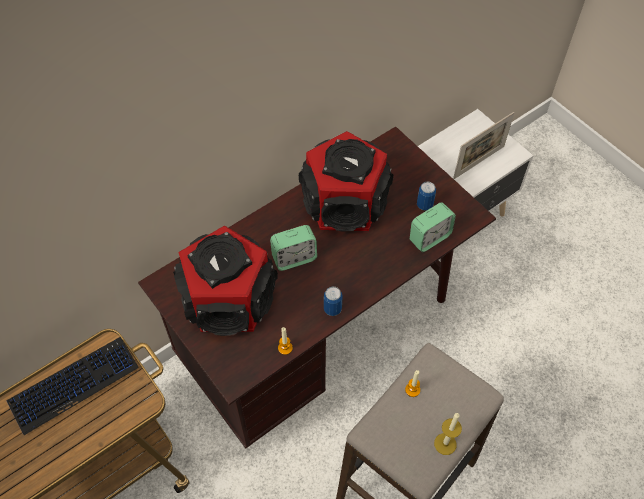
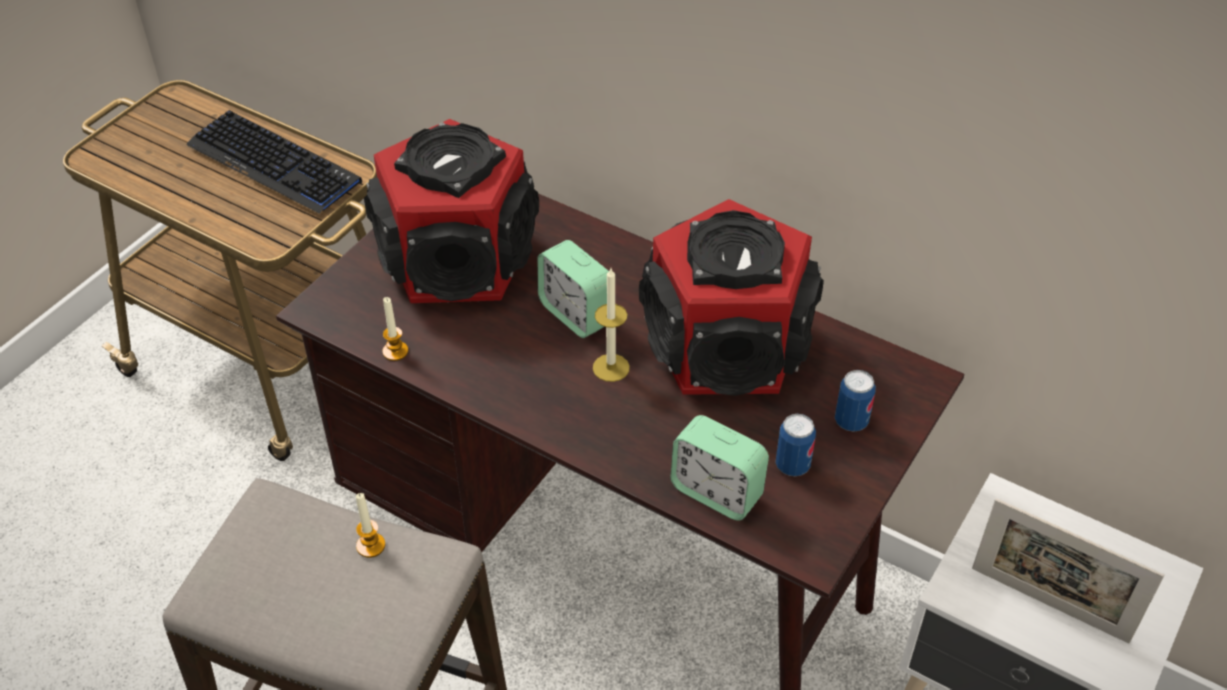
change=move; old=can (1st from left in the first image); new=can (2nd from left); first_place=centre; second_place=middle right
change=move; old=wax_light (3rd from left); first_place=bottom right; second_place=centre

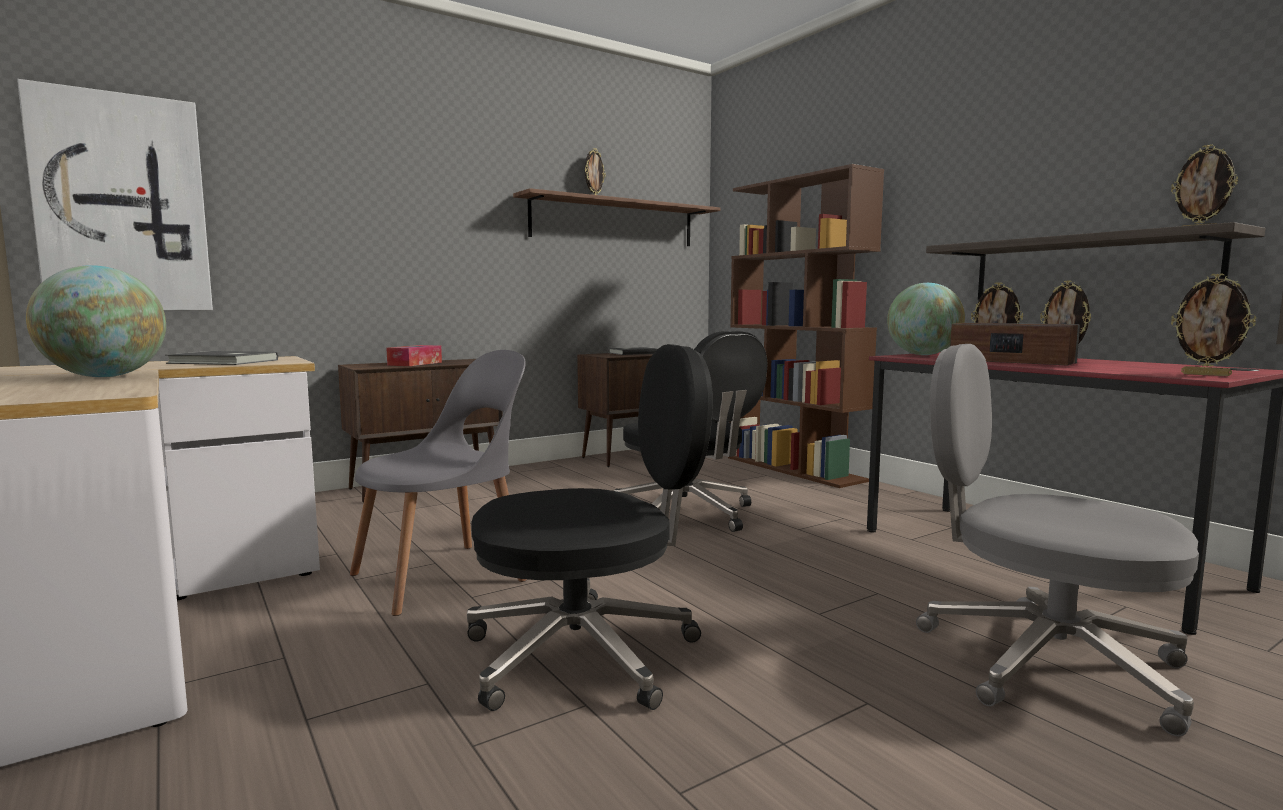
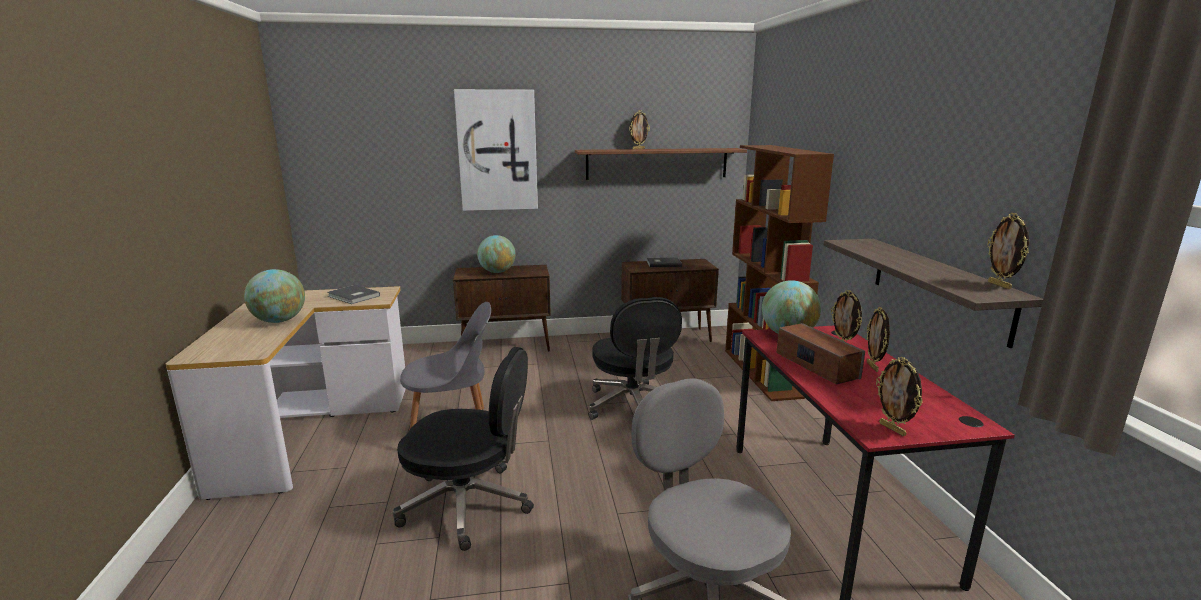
change=move; old=wall_art; first_place=top left; second_place=top centre
change=replace; old=tissue_holder; new=world_globe (2nd from left); first_place=middle left; second_place=centre

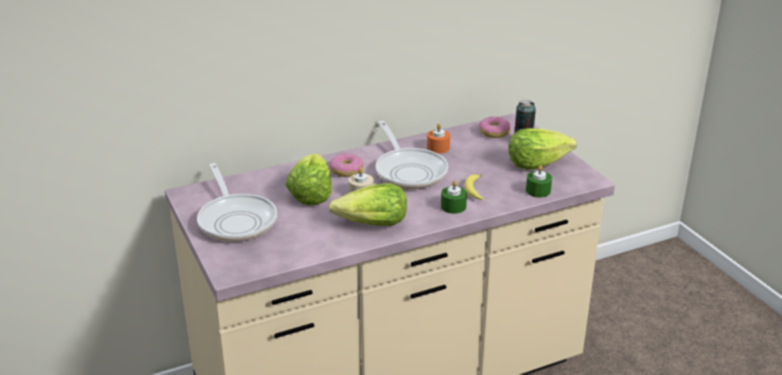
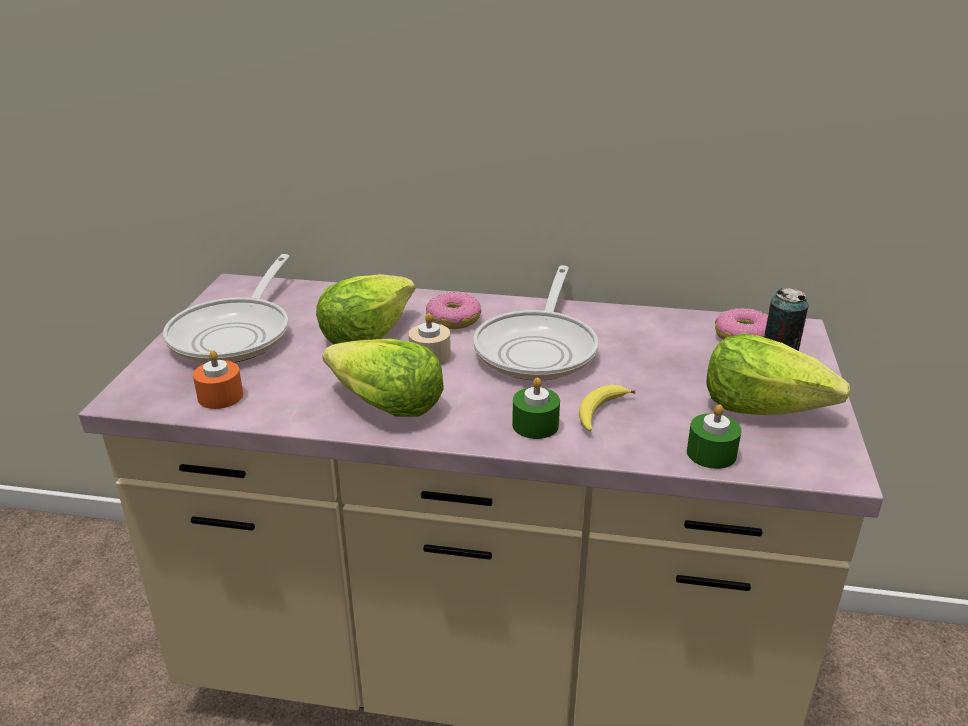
change=move; old=orangey_wax_light; first_place=centre; second_place=middle left

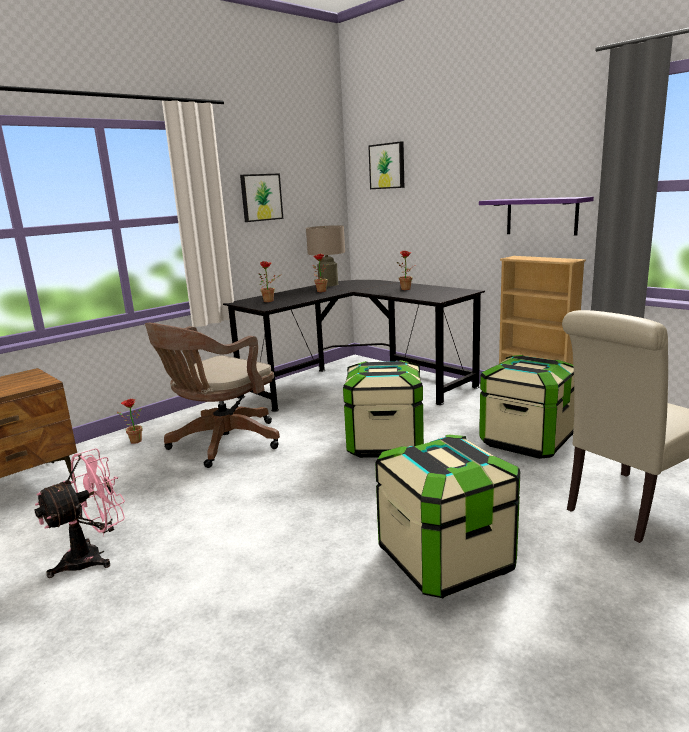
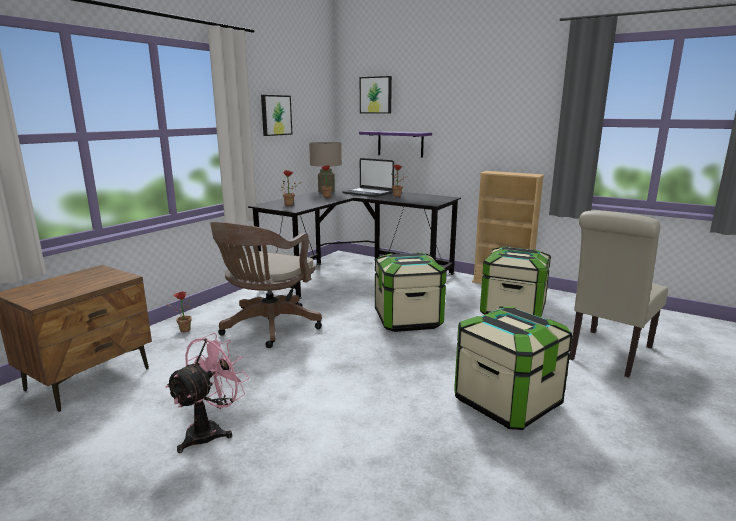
change=move; old=purple_wall_shelf; first_place=top right; second_place=top centre
change=insert; new=portable_computer; second_place=centre

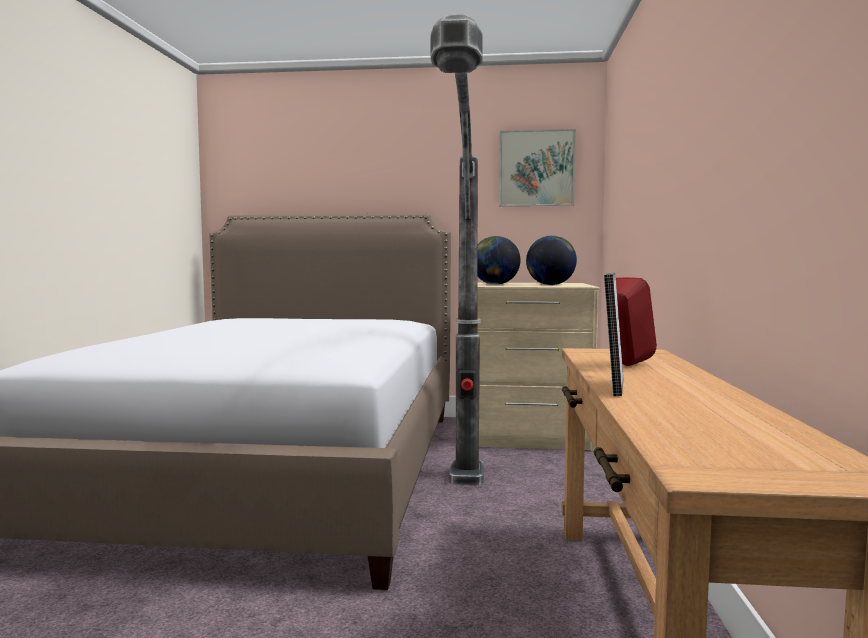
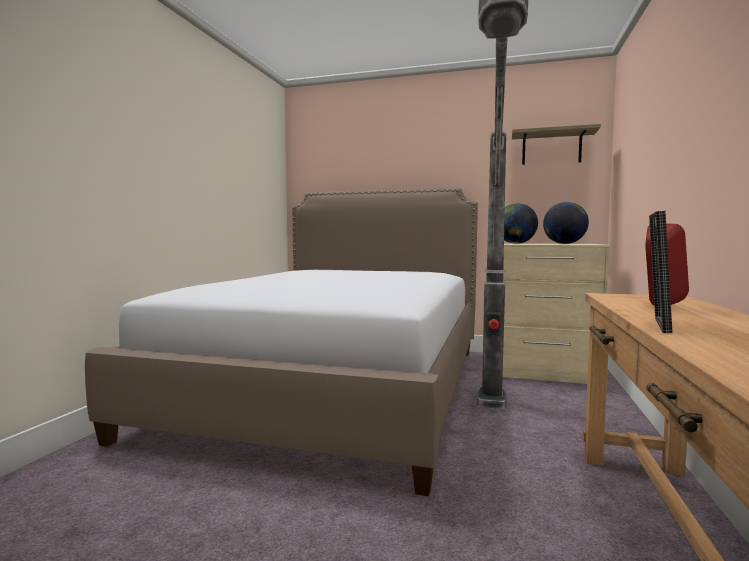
change=replace; old=wall_art; new=wall_shelf; first_place=top centre; second_place=top right

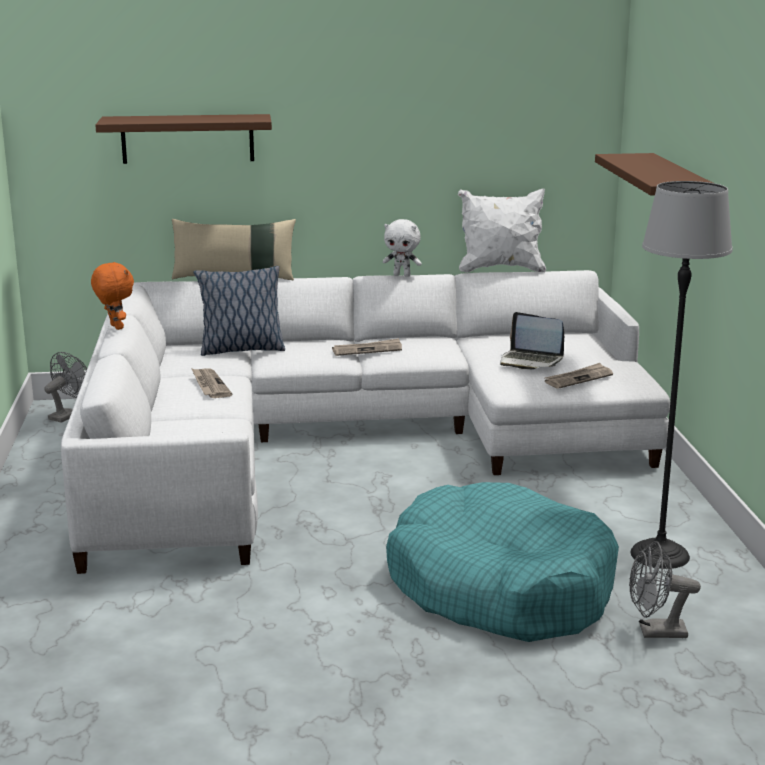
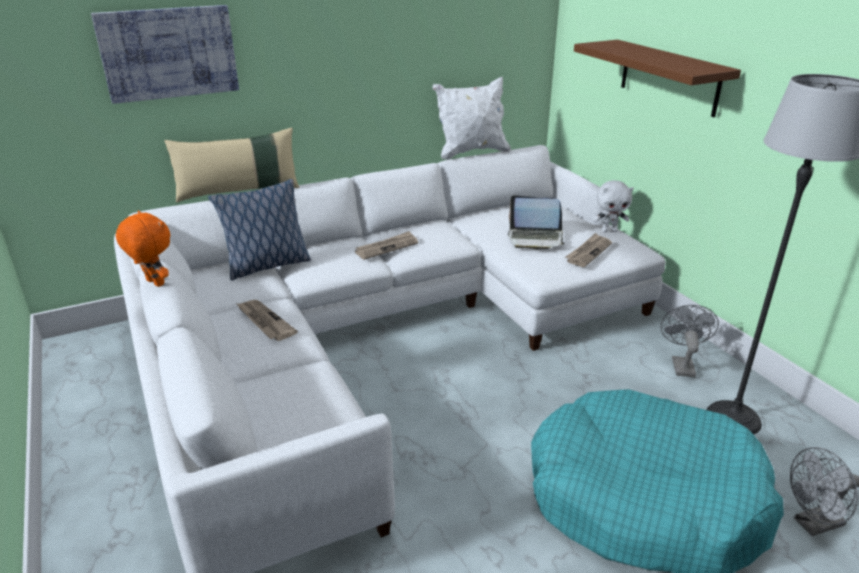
change=replace; old=brown-coloured_wall_shelf (1st from left); new=wall_art; first_place=top left; second_place=top left
change=move; old=whitish_plush_toy; first_place=top centre; second_place=middle right
change=move; old=gray_cooling_fan (1st from left); first_place=middle left; second_place=middle right

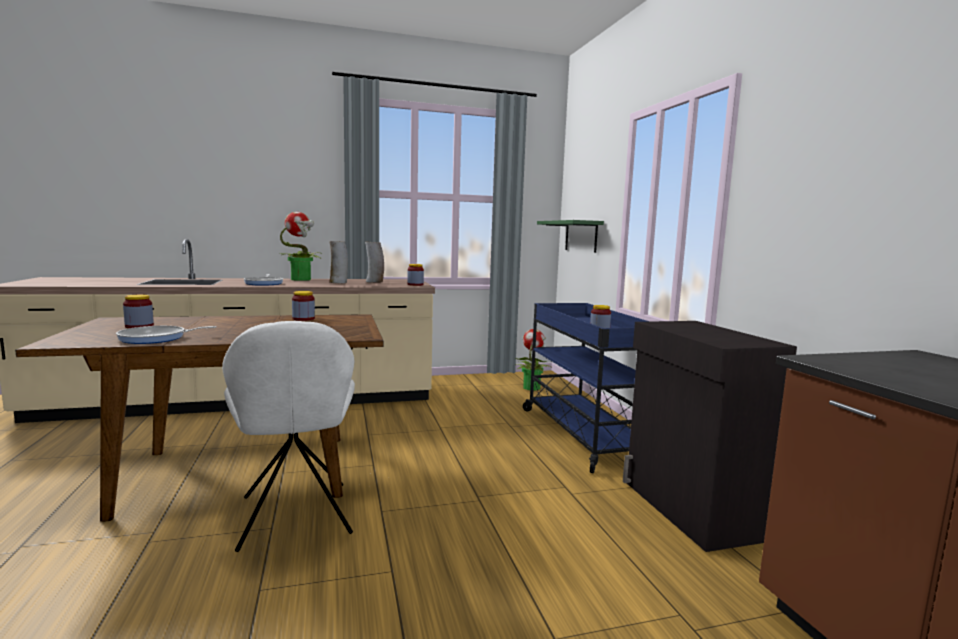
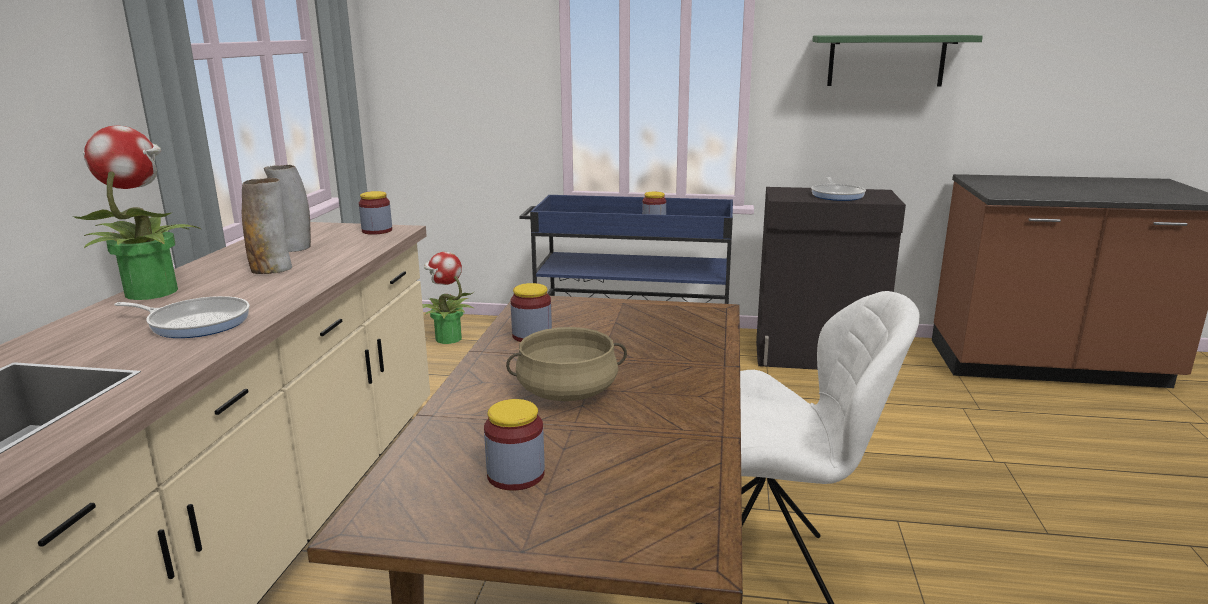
change=move; old=green_wall_shelf; first_place=centre; second_place=top right
change=move; old=skillet (1st from left in the first image); new=skillet (2nd from left); first_place=middle left; second_place=top right
change=insert; new=beige_cooking_pot; second_place=centre

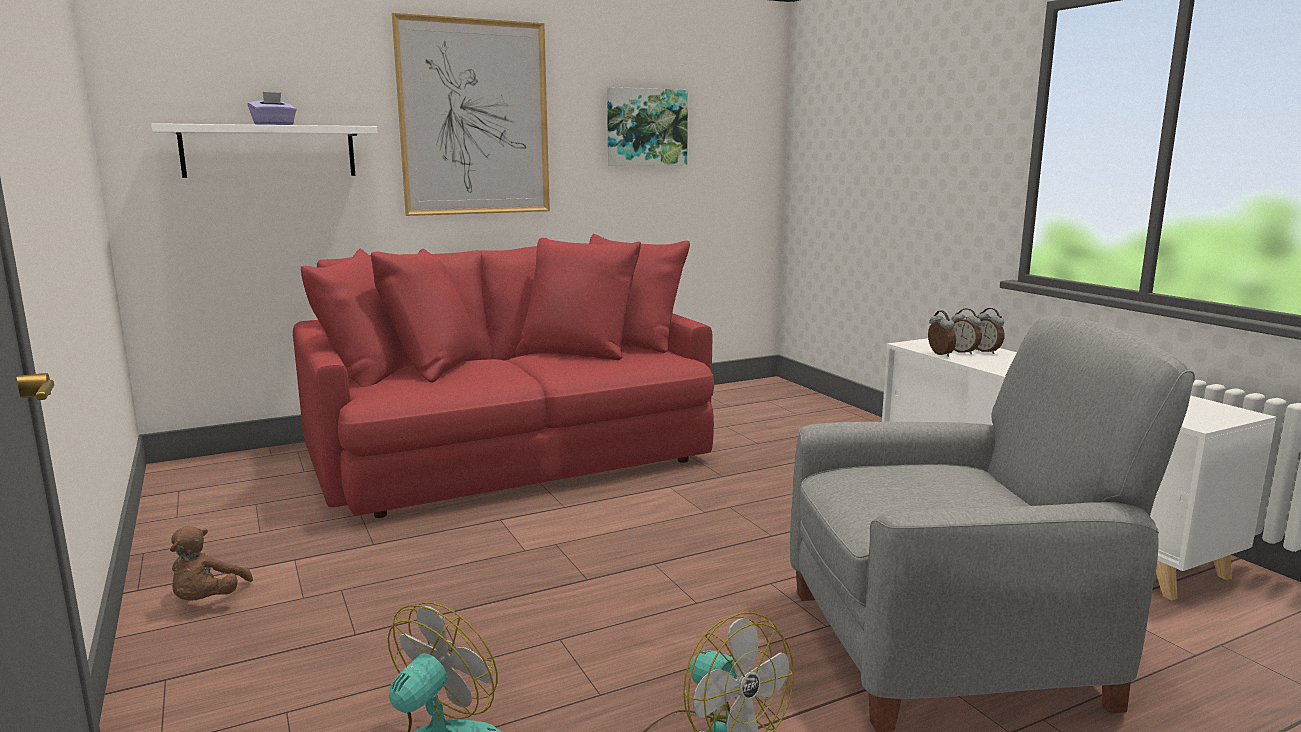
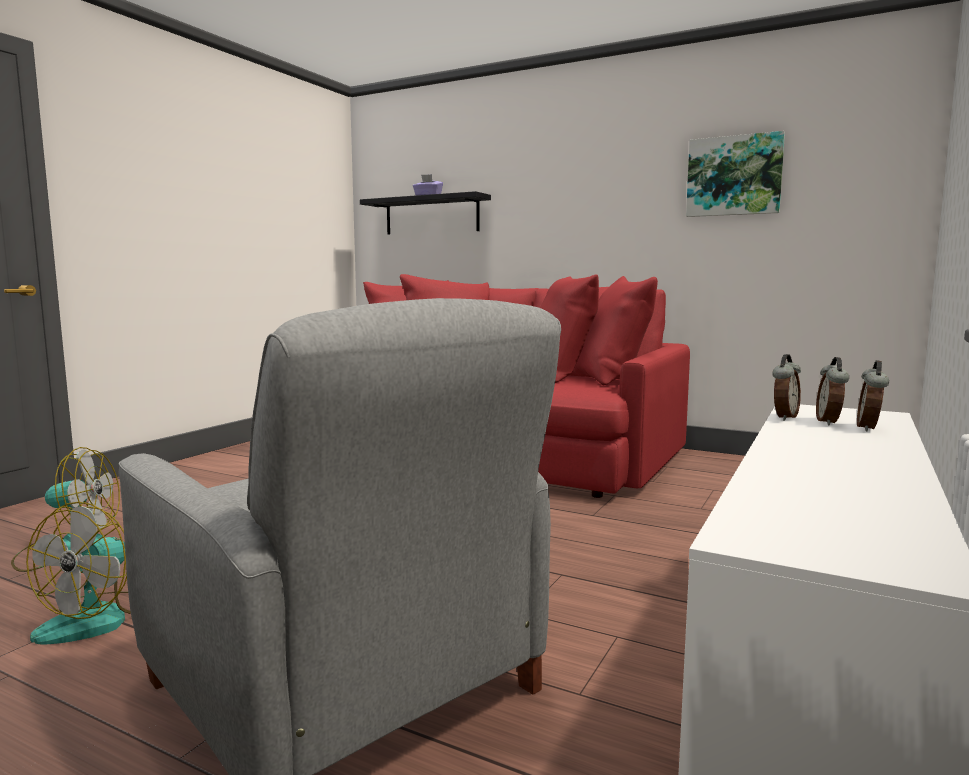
change=delete; old=wall_art (1st from left); first_place=top centre
change=recolor; old=whitish_wall_shelf; new=black_wall_shelf; first_place=top left; second_place=top centre
change=delete; old=brown-coloured_plush_toy; first_place=bottom left

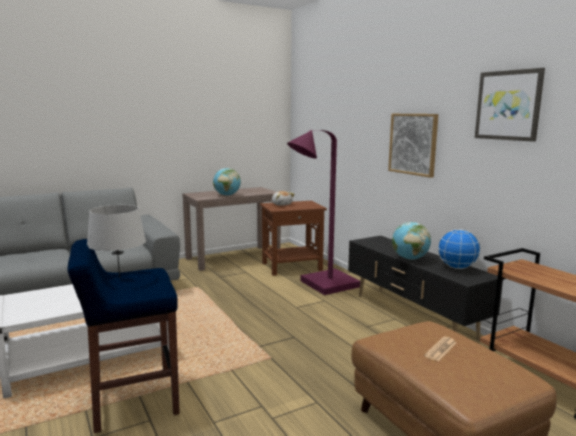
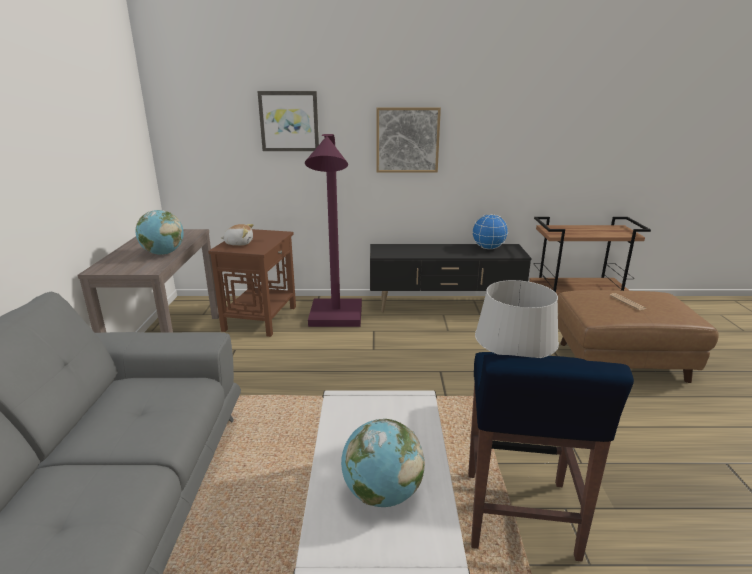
change=move; old=wall_art (2nd from left in the first image); new=wall_art (1st from left); first_place=top right; second_place=top centre
change=move; old=world_globe (2nd from left); first_place=middle right; second_place=bottom centre

